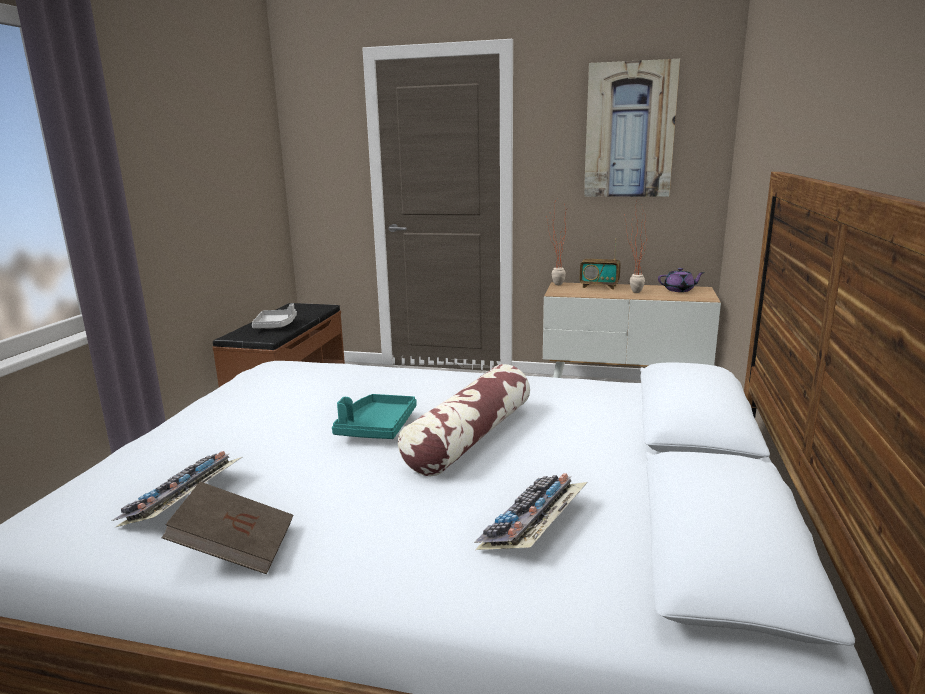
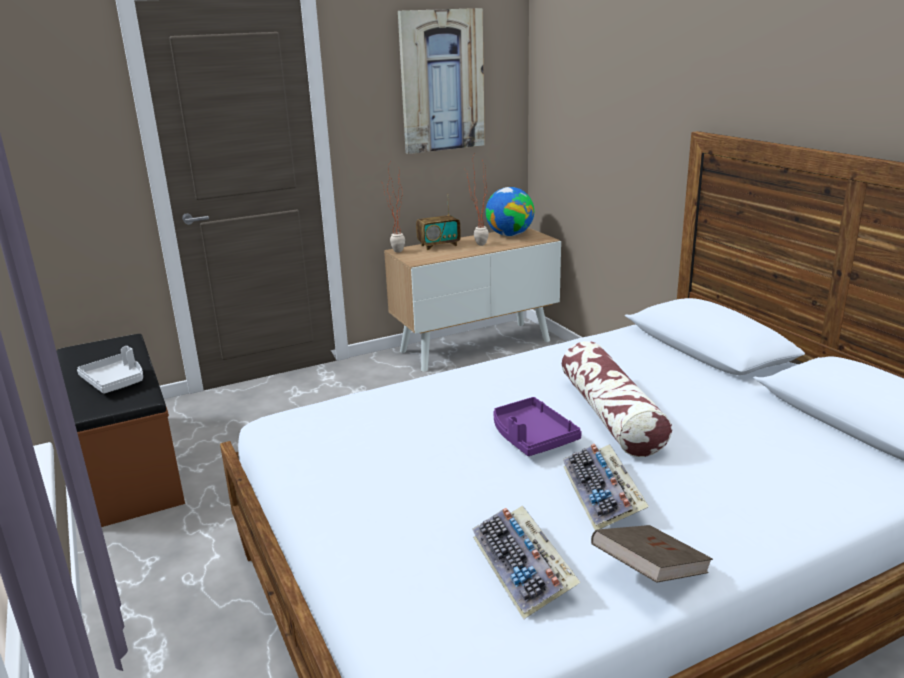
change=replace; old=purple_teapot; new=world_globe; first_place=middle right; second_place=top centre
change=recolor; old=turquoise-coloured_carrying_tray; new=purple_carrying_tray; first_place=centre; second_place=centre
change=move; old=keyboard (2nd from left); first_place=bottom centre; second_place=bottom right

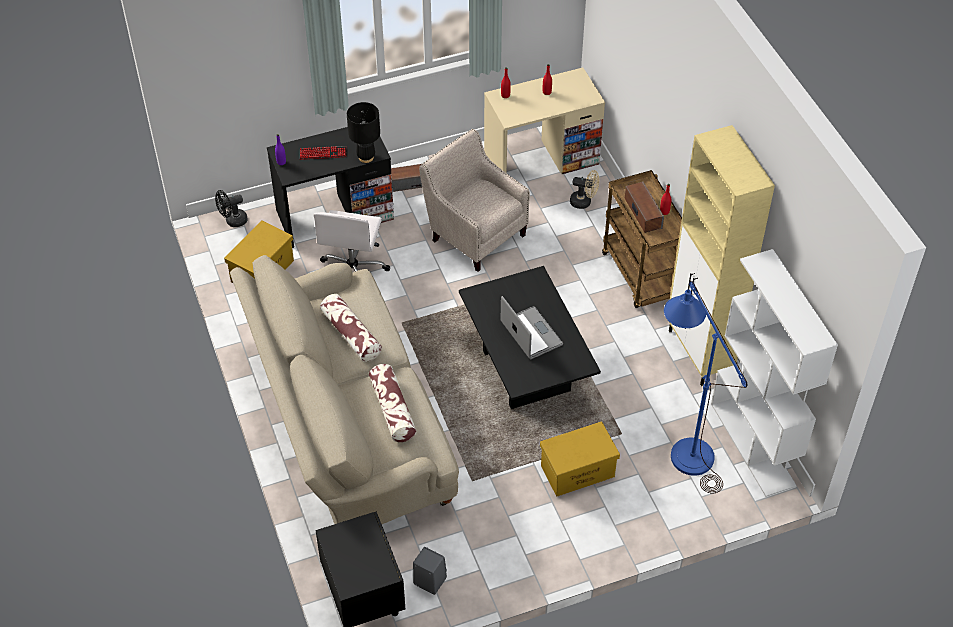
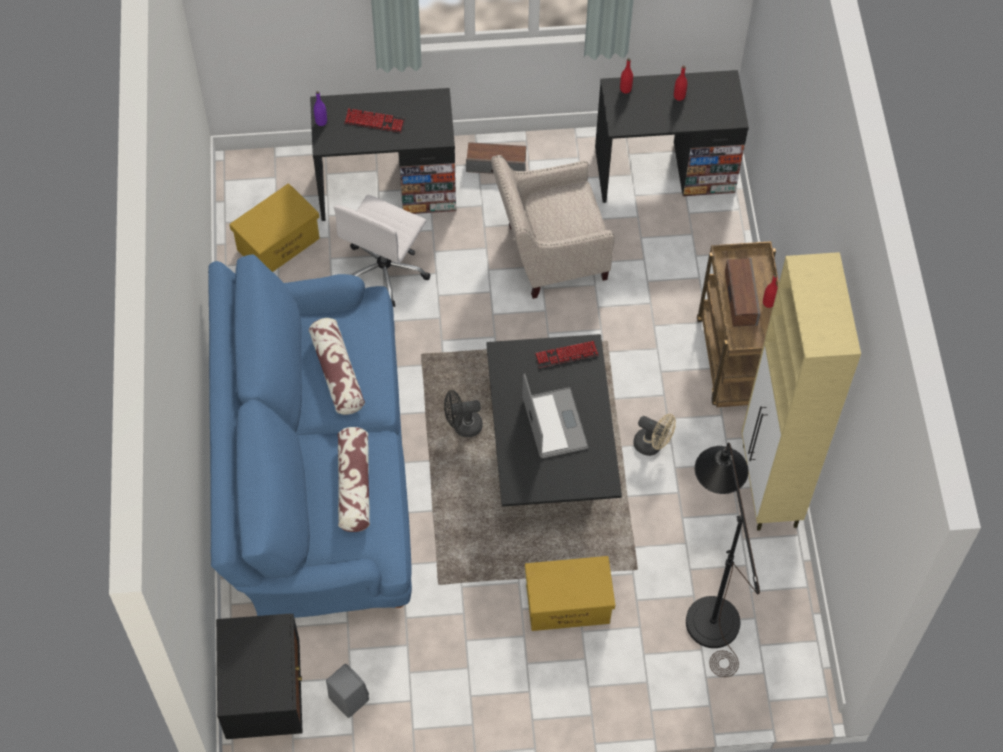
change=recolor; old=beige_desk_table; new=black_desk_table (2nd from left); first_place=top centre; second_place=top right
change=delete; old=black_lamp_for_a_table; first_place=top centre
change=rotate; old=beige_armchair; first_place=top centre; second_place=top centre; degrees=-75
change=move; old=beige_cooling_fan; first_place=top centre; second_place=centre
change=move; old=black_cooling_fan; first_place=top left; second_place=centre
change=delete; old=whitish_bookshelf; first_place=middle right
change=recolor; old=beige_couch; new=bluish_couch; first_place=centre; second_place=middle left
change=recolor; old=bluish_standing_lamp; new=black_standing_lamp; first_place=middle right; second_place=bottom right
change=insert; new=keyboard (2nd from left); second_place=centre

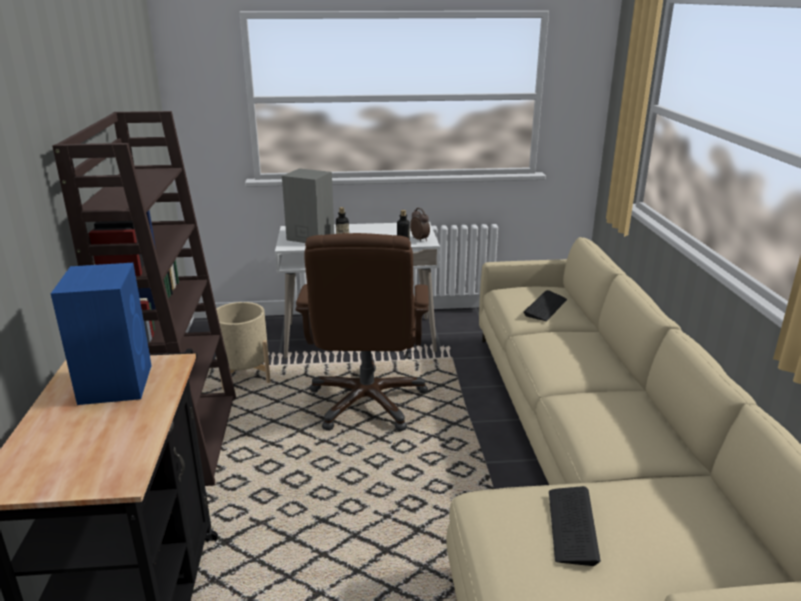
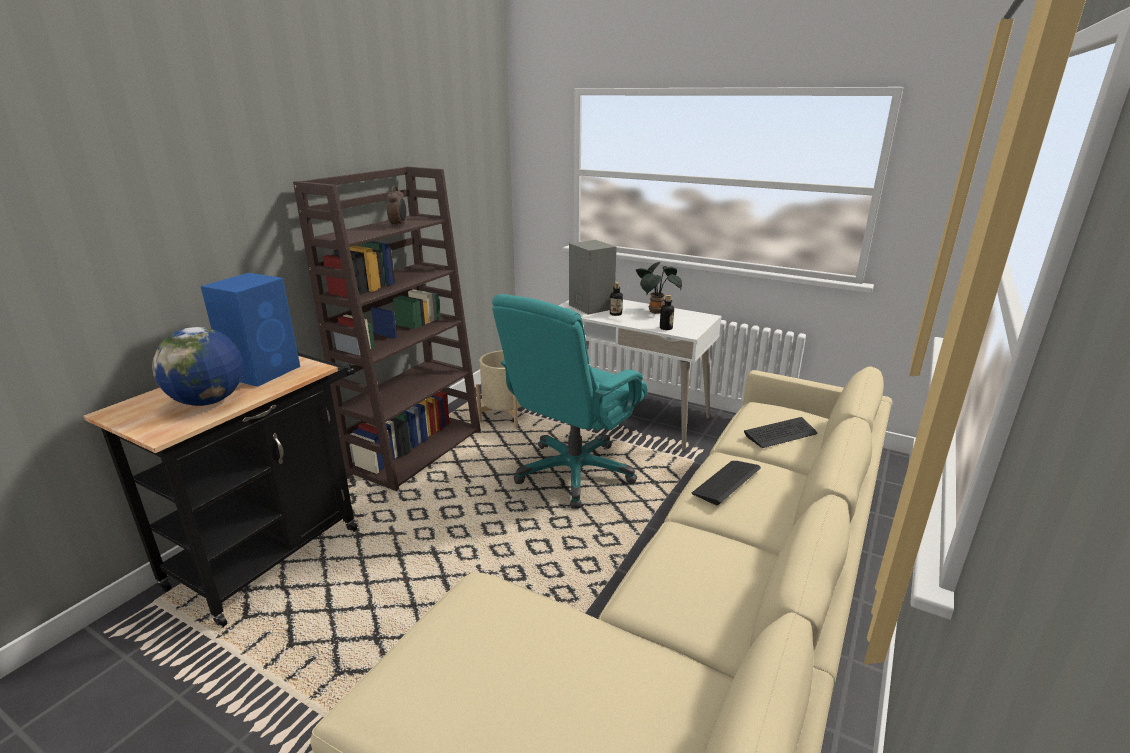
change=move; old=alarm_clock; first_place=centre; second_place=top centre
change=recolor; old=brown-coloured_desk_chair; new=turquoise-coloured_desk_chair; first_place=centre; second_place=centre
change=move; old=keyboard (2nd from left in the first image); new=keyboard (1st from left); first_place=bottom right; second_place=centre
change=insert; new=plant_in_a_pot; second_place=centre
change=insert; new=world_globe; second_place=middle left

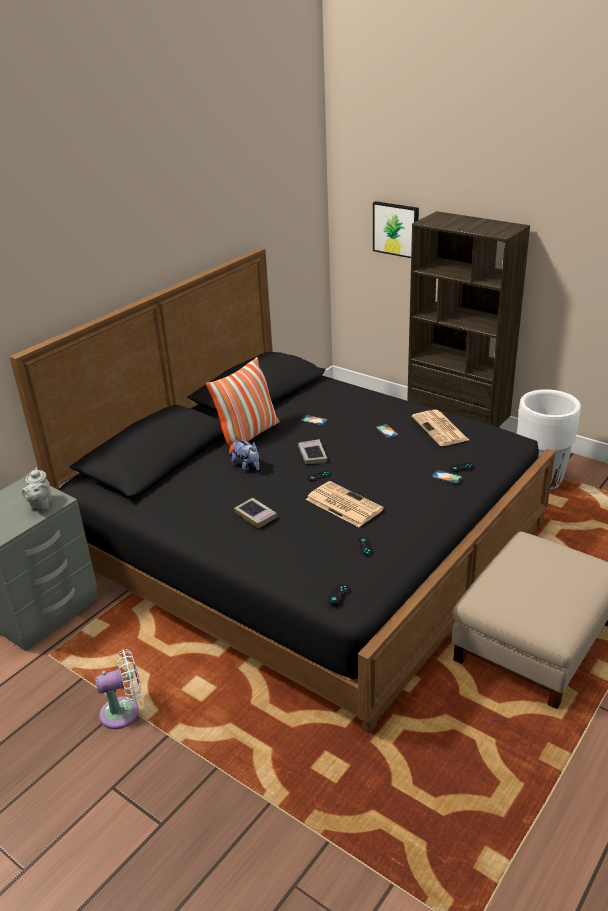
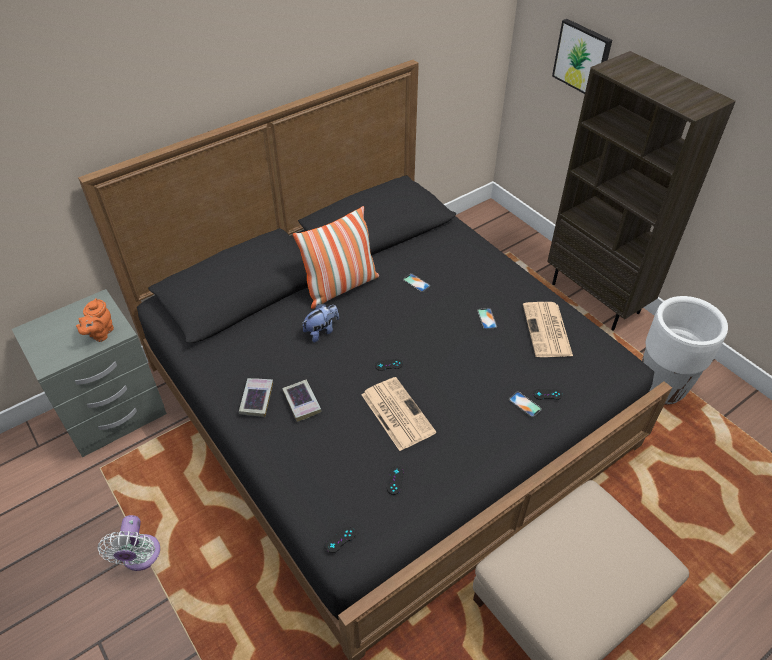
change=rotate; old=plush_toy; first_place=centre; second_place=centre; degrees=-105
change=move; old=book (2nd from left in the first image); new=book (1st from left); first_place=centre; second_place=middle left
change=recolor; old=gray_teapot; new=orangey_teapot; first_place=middle left; second_place=middle left
change=rotate; old=whitish_cooling_fan; first_place=bottom left; second_place=bottom left; degrees=90

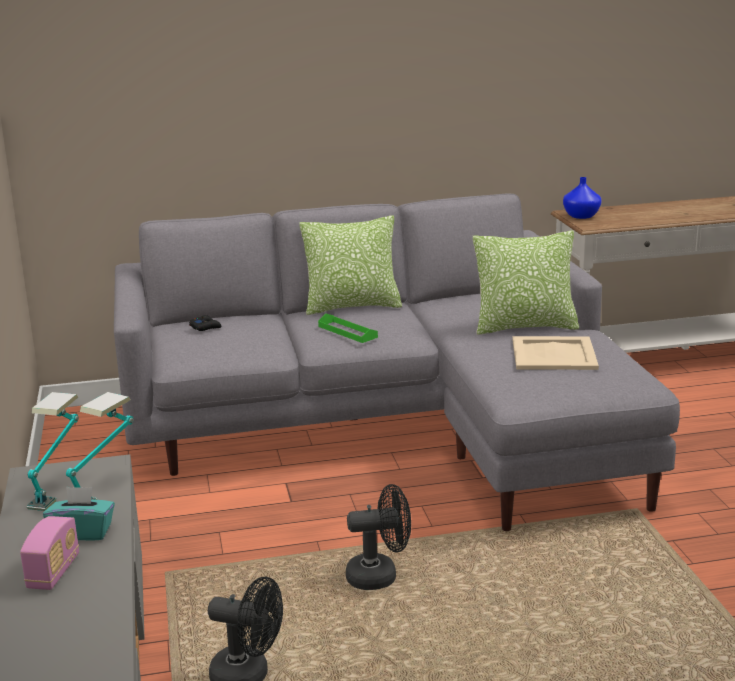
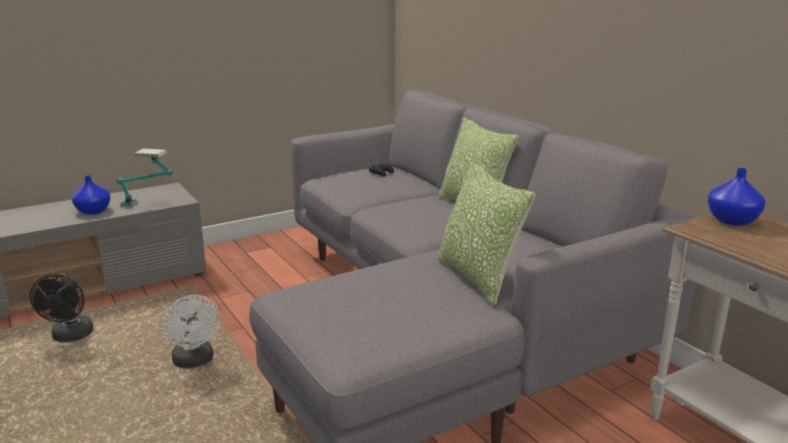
change=delete; old=green_carrying_tray; first_place=centre
change=delete; old=beige_carrying_tray; first_place=middle right
change=delete; old=lamp_for_a_table (1st from left); first_place=middle left
change=recolor; old=black_cooling_fan (2nd from left); new=whitish_cooling_fan; first_place=bottom centre; second_place=bottom left
change=replace; old=turquoise-coloured_tissue_holder; new=bluish_vase (1st from left); first_place=bottom left; second_place=middle left
change=delete; old=radio_set; first_place=bottom left

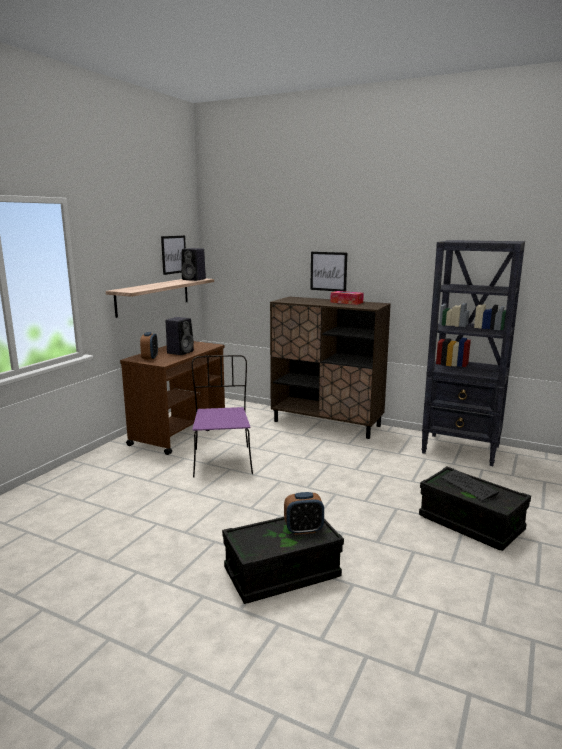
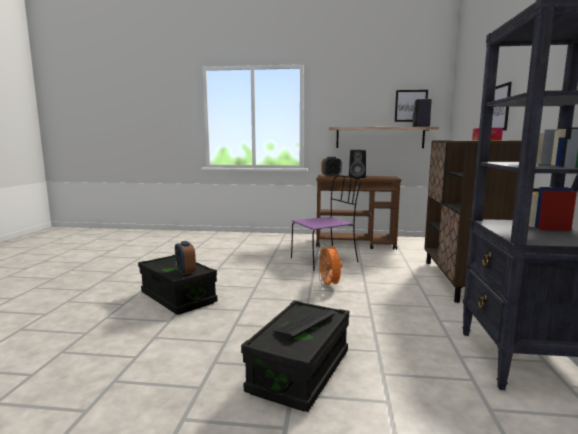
change=insert; new=orangey_cooling_fan; second_place=centre

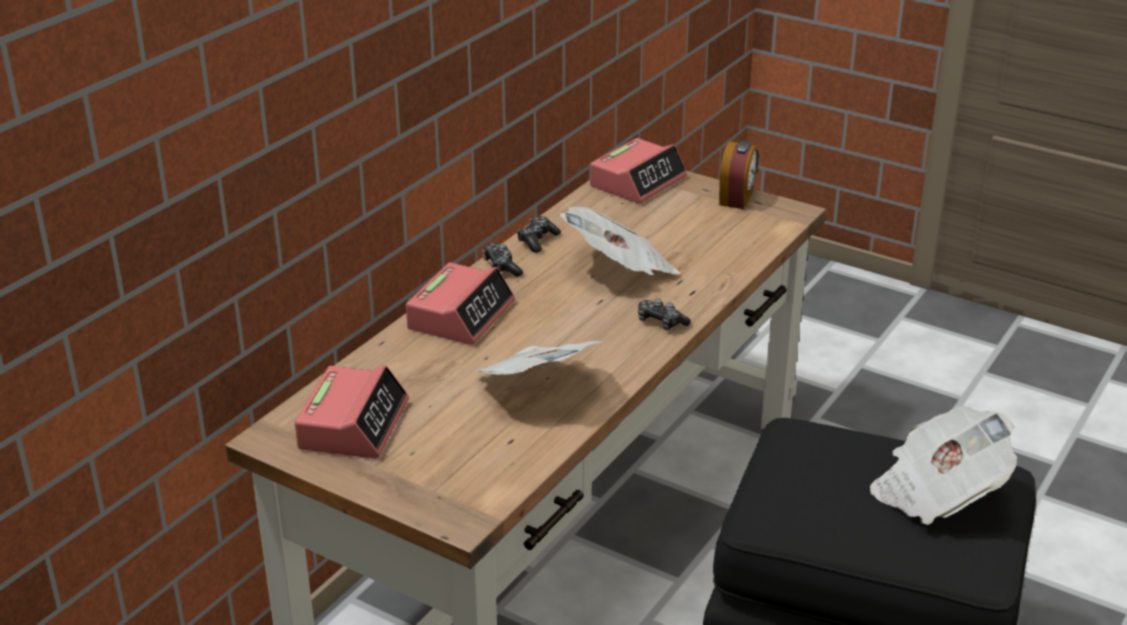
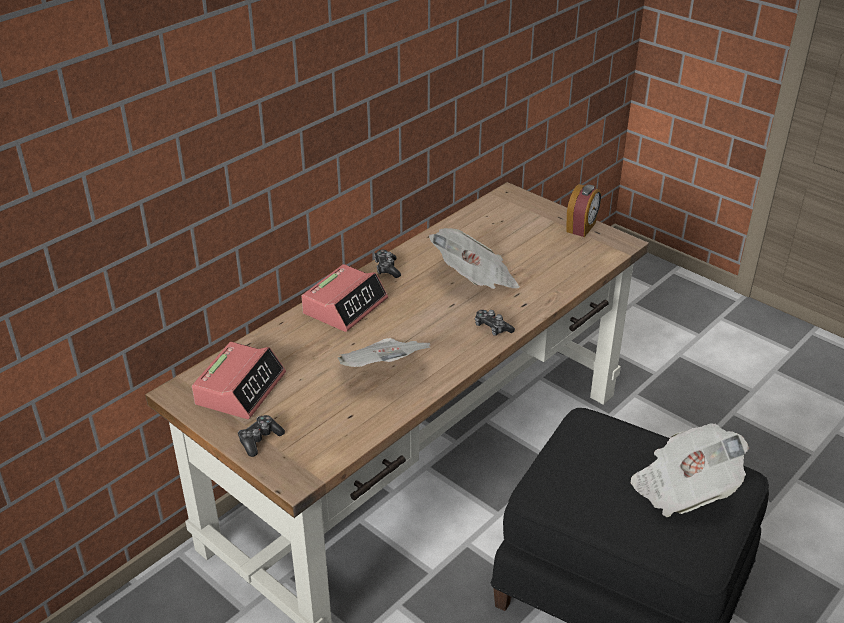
change=delete; old=alarm_clock (3rd from left); first_place=top centre
change=move; old=gamepad (2nd from left in the first image); new=gamepad (1st from left); first_place=centre; second_place=bottom left

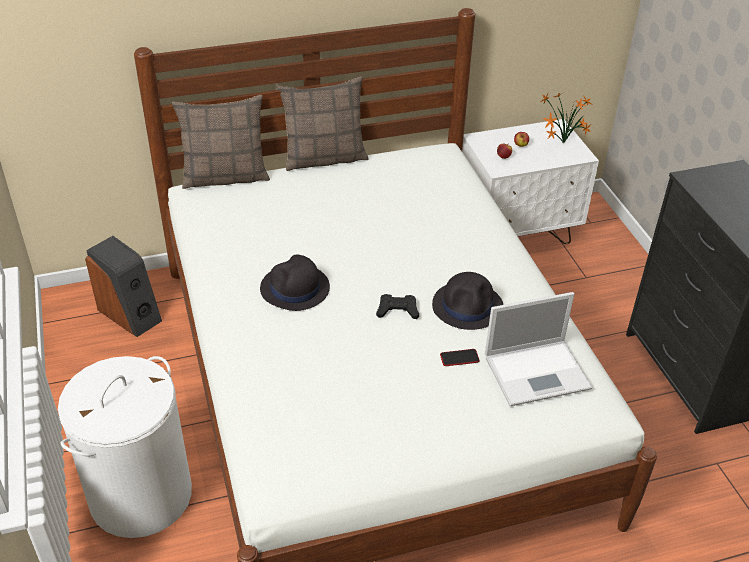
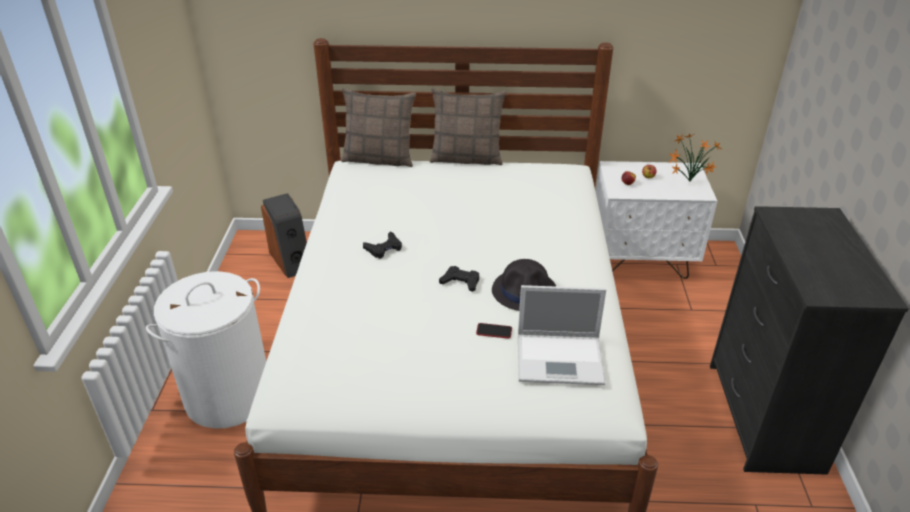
change=replace; old=black_hat (1st from left); new=black_gamepad (1st from left); first_place=centre; second_place=centre

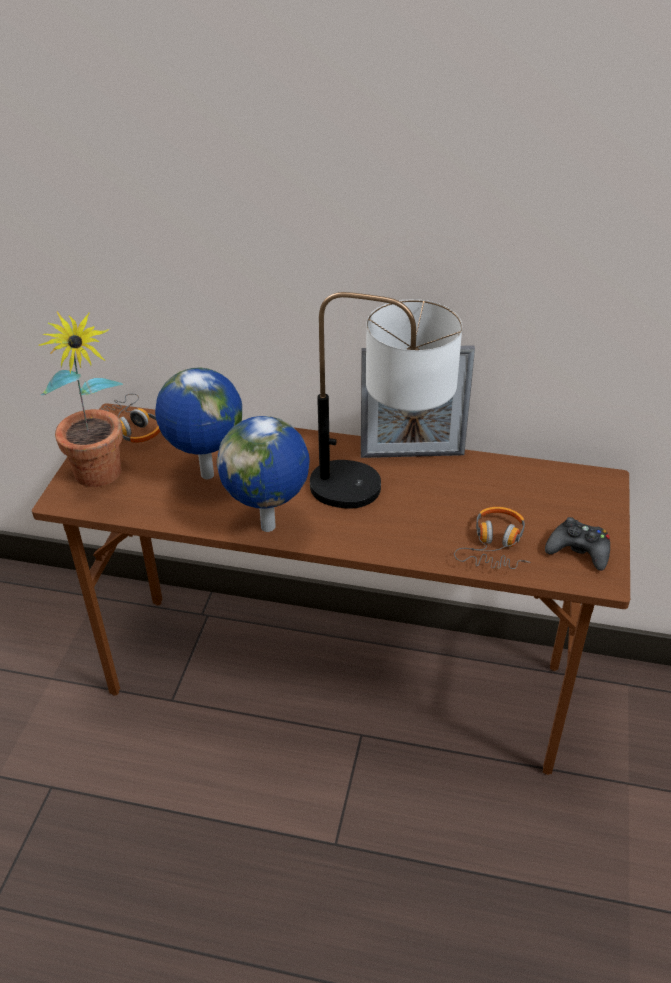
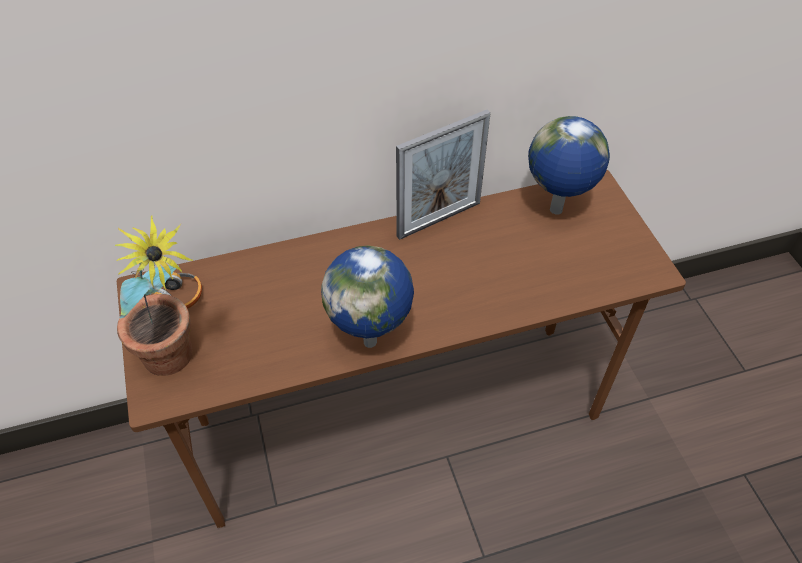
change=delete; old=lamp_for_a_table; first_place=centre
change=move; old=world_globe (1st from left in the first image); new=world_globe (2nd from left); first_place=middle left; second_place=top right
change=delete; old=headset (2nd from left); first_place=middle right
change=delete; old=black_gamepad; first_place=middle right

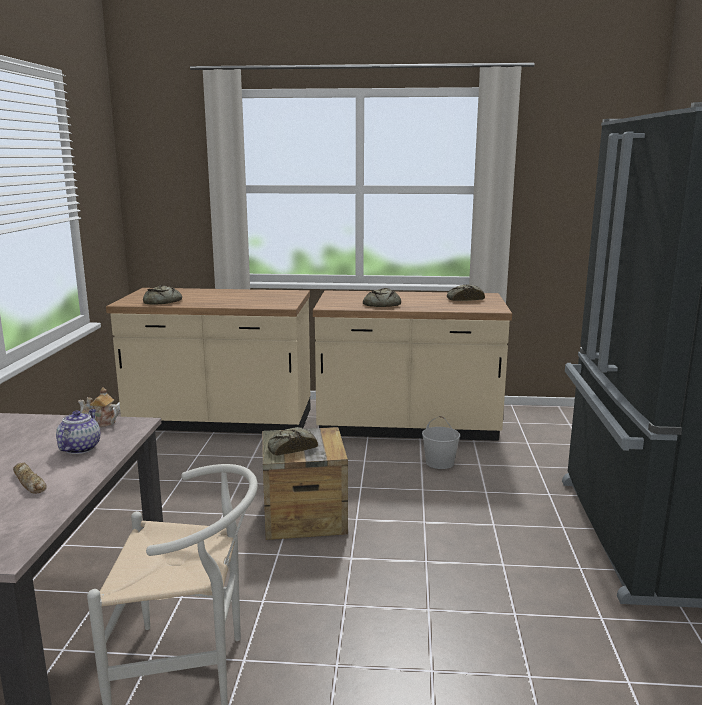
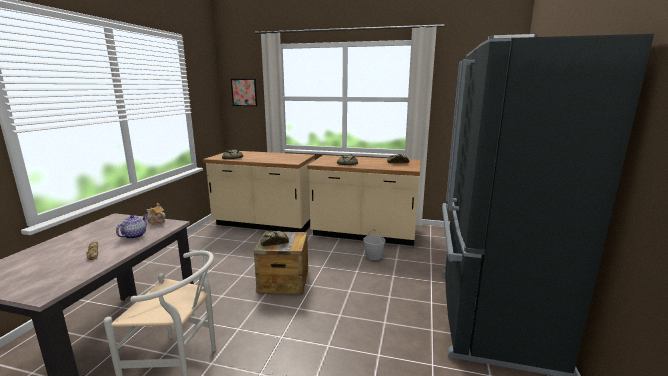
change=insert; new=wall_art; second_place=top centre

